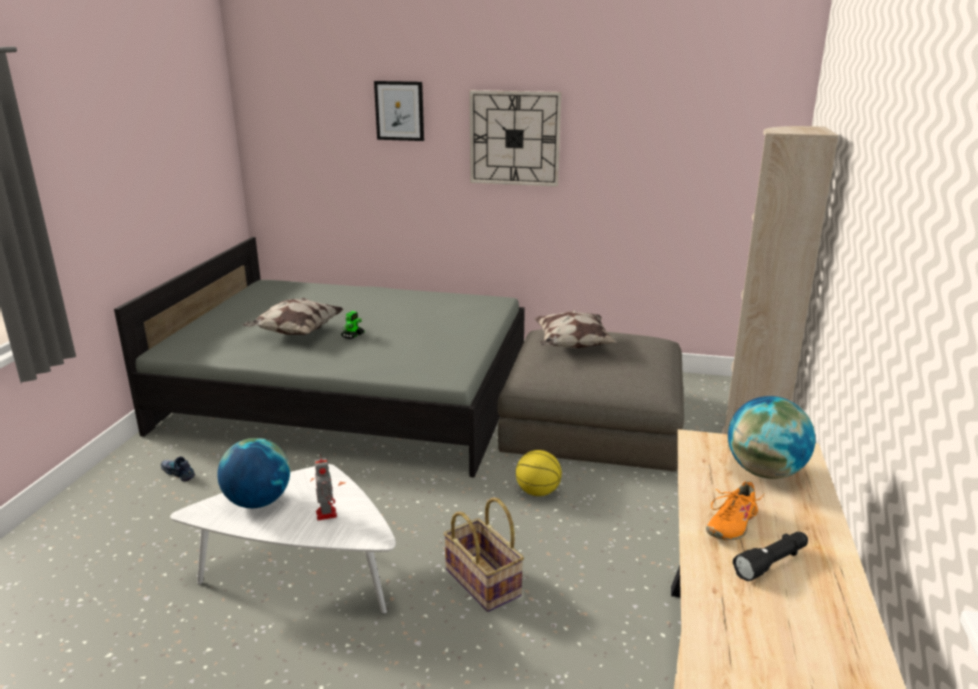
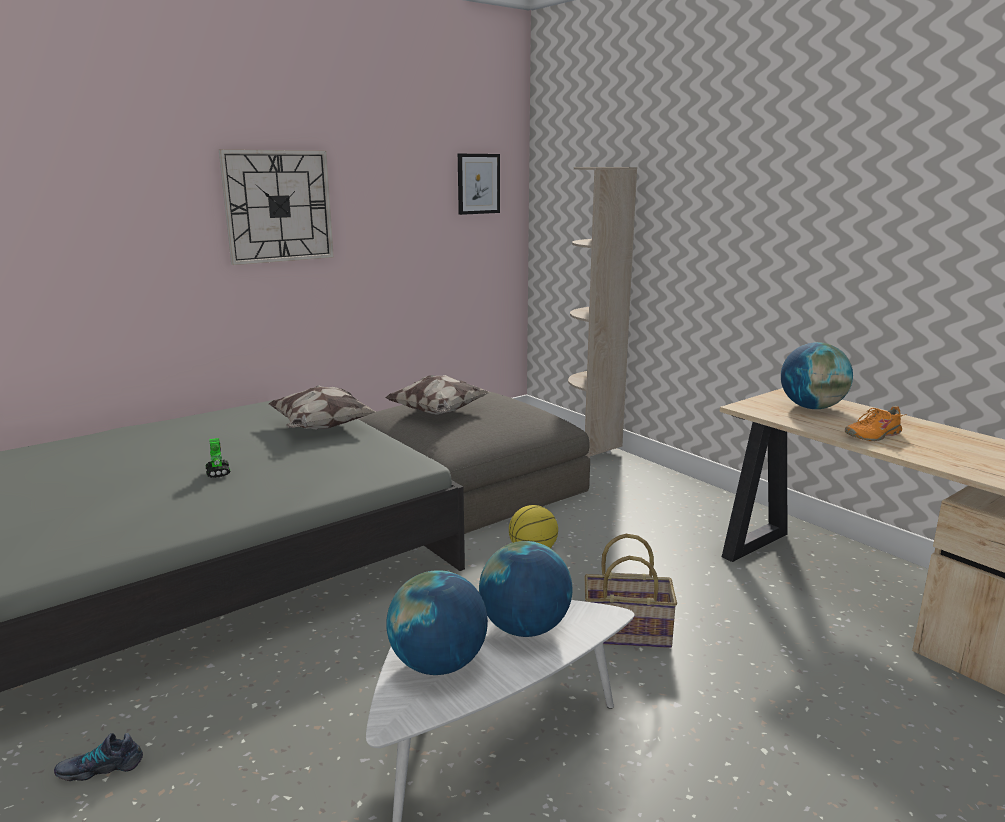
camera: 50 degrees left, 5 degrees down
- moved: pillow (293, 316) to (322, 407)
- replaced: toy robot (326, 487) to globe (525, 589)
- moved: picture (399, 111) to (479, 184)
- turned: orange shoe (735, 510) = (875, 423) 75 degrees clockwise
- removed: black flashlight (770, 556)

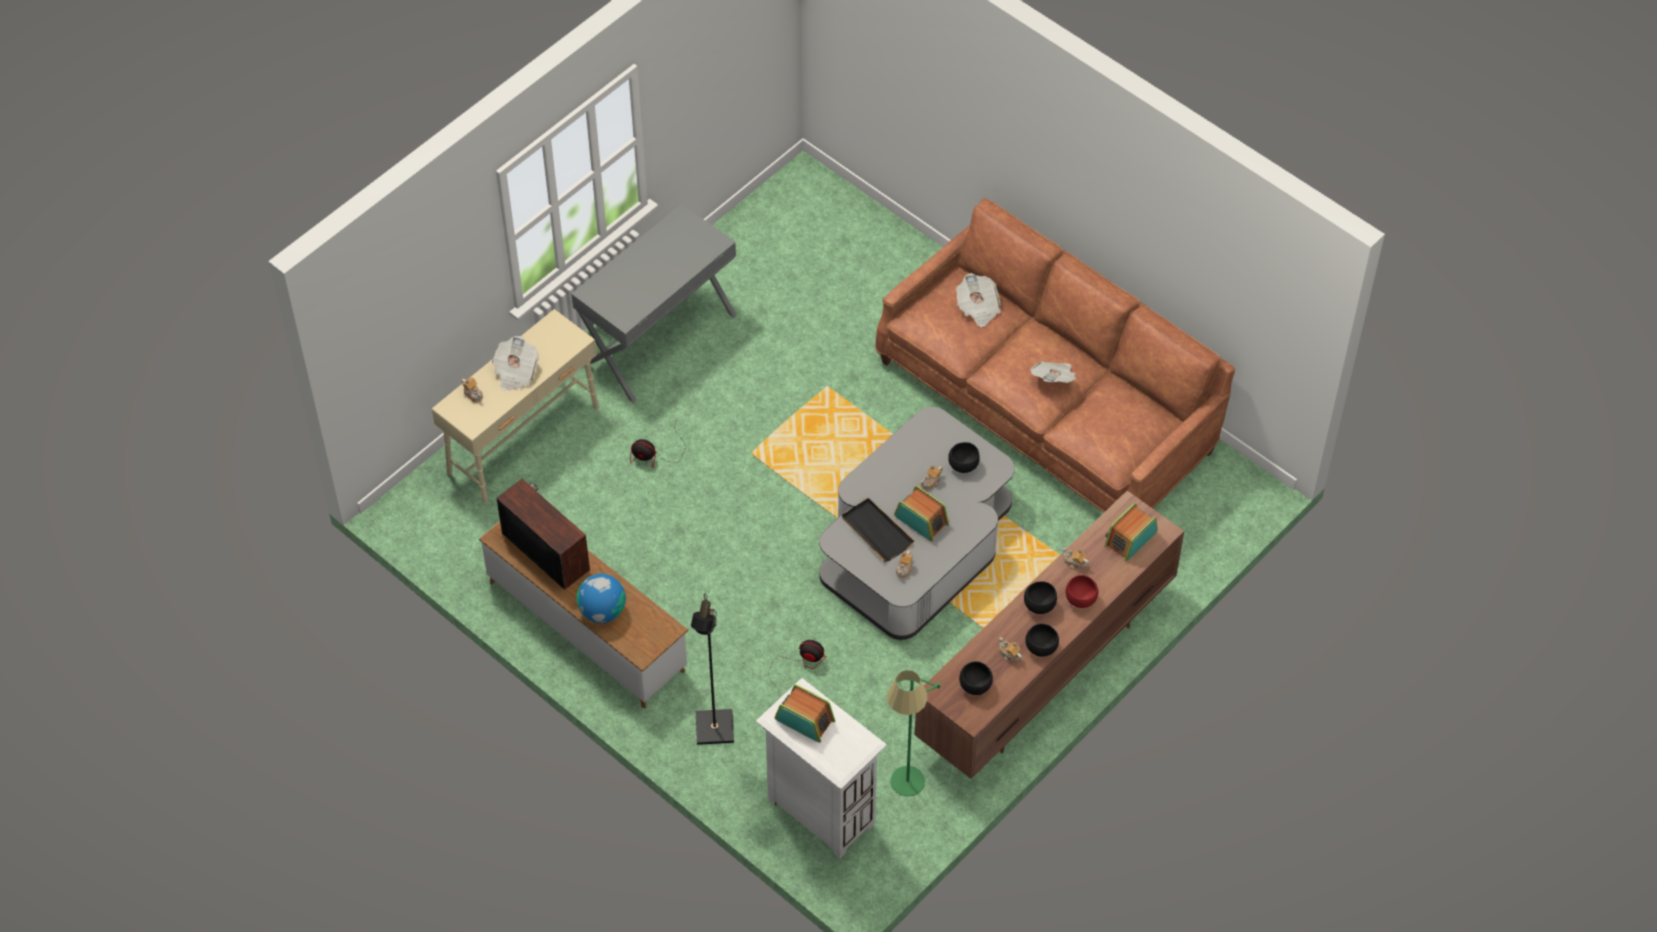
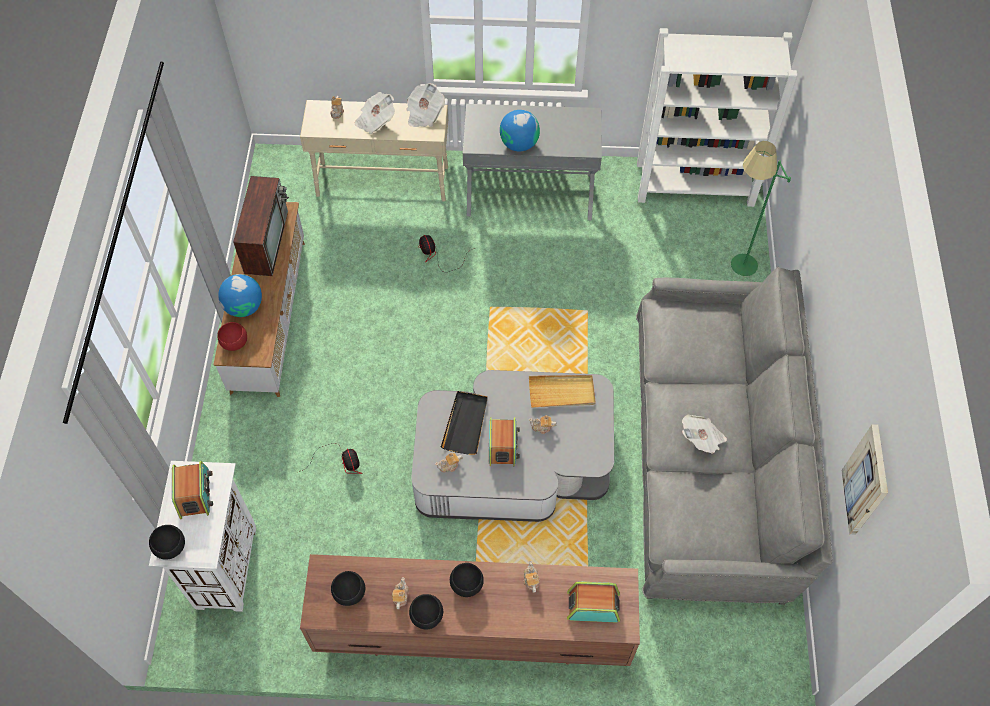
camera: 50 degrees right, 5 degrees up
- removed: black floor lamp (712, 669)
- recoloured: brown sofa (1055, 355) to grey sofa (734, 436)
- moved: green floor lamp (913, 733) to (761, 208)
- moved: black bowl (964, 457) to (167, 542)
- moved: newspaper (978, 300) to (425, 105)
- moved: red bowl (1082, 591) to (232, 336)
- added: globe (520, 130)
- added: beige tray (562, 391)
- added: white bookcase (717, 117)
- added: picture (864, 479)

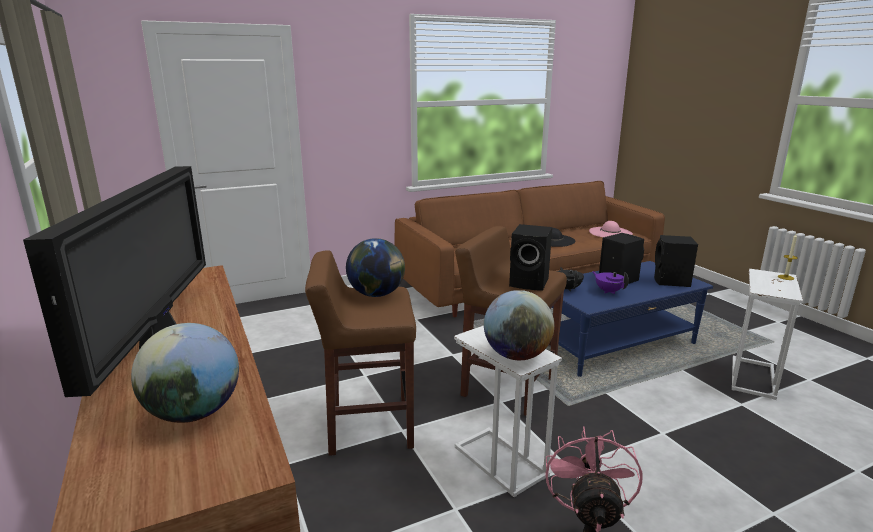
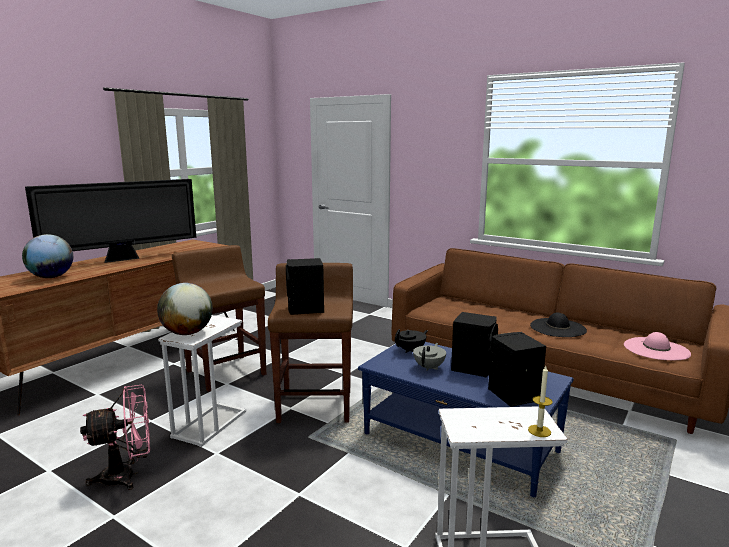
camera: 60 degrees right, 5 degrees down
- removed: globe (375, 267)
- recoloured: purple teapot (610, 282) to grey teapot (429, 357)

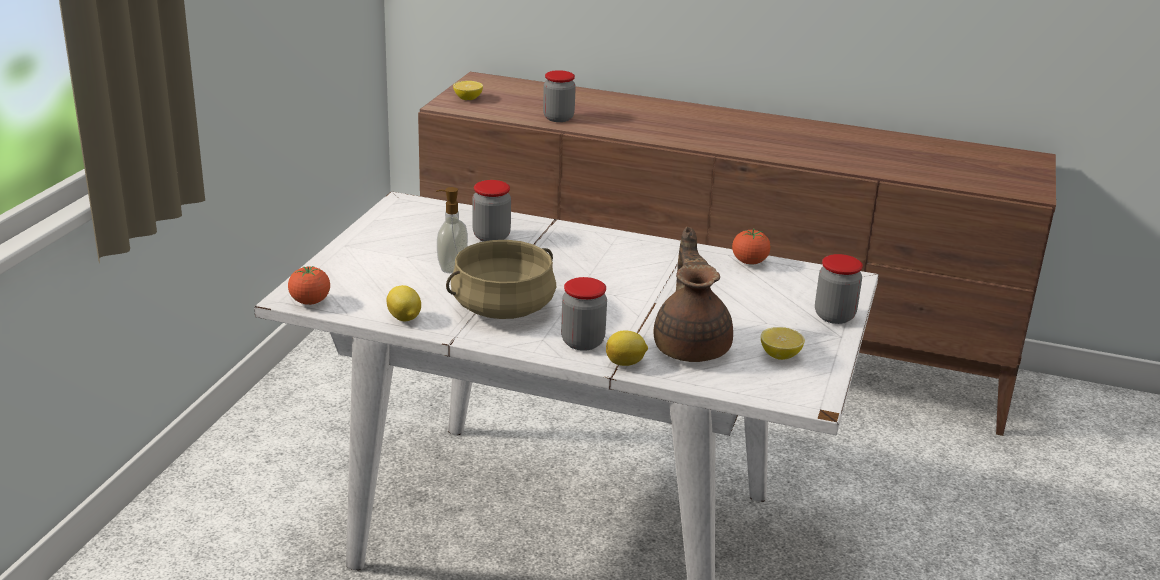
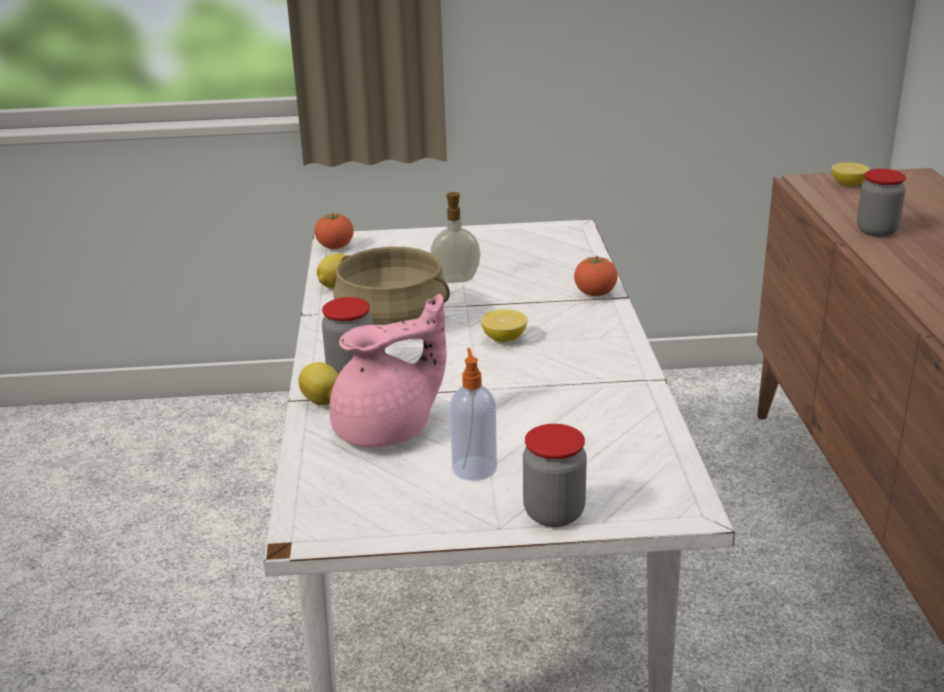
camera: 70 degrees right, 0 degrees up
- removed: jar (491, 211)
- recoloured: brown teapot (693, 294) to pink teapot (387, 370)
- moved: tomato (751, 247) to (596, 276)
- moved: lemon (783, 343) to (504, 326)
- added: soap dispenser (473, 414)

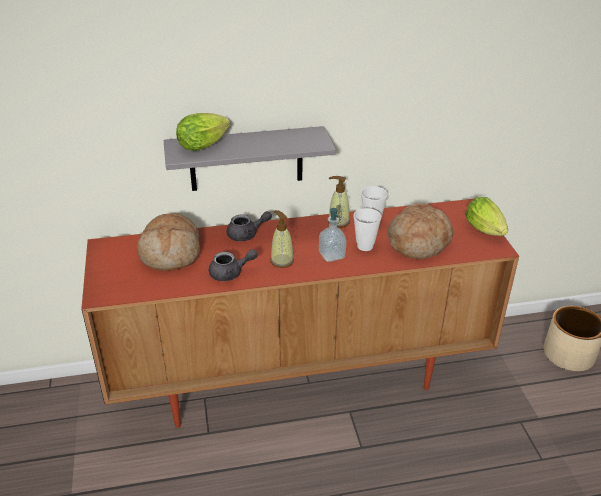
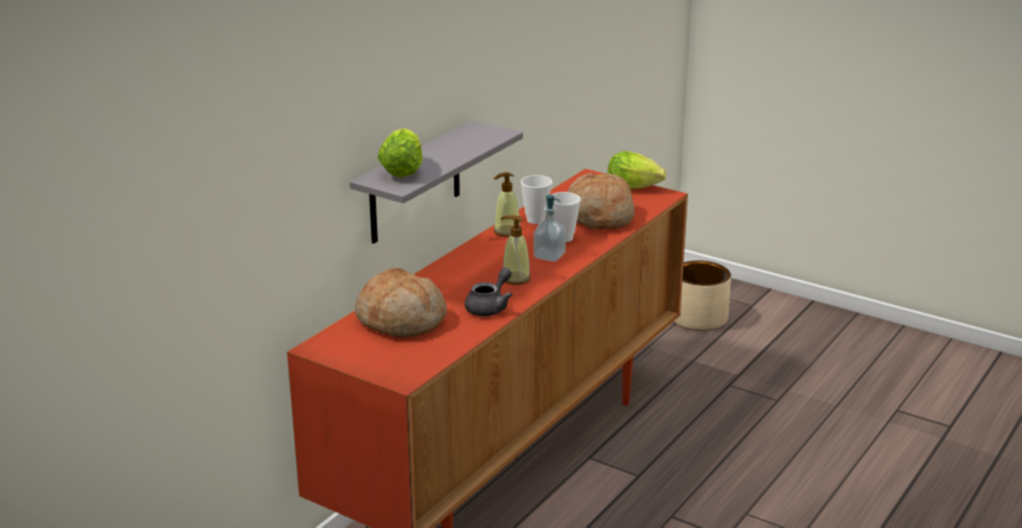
camera: 45 degrees left, 10 degrees down
- removed: grey teapot (249, 226)

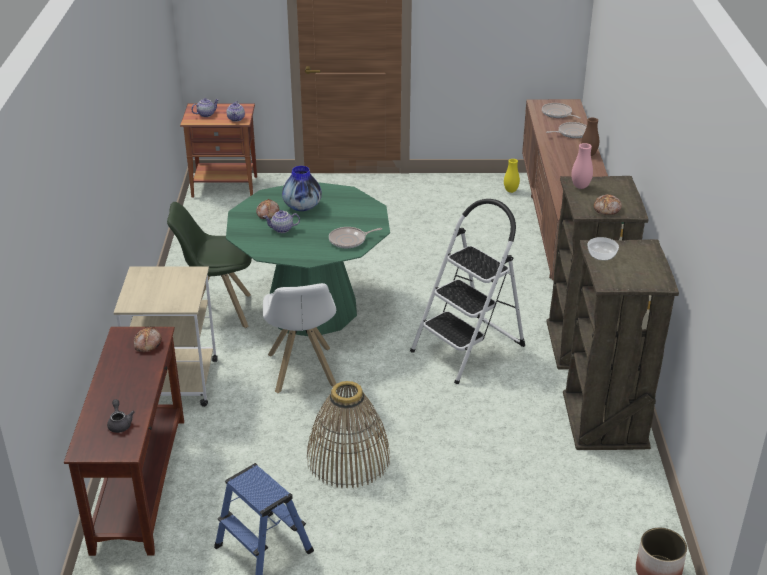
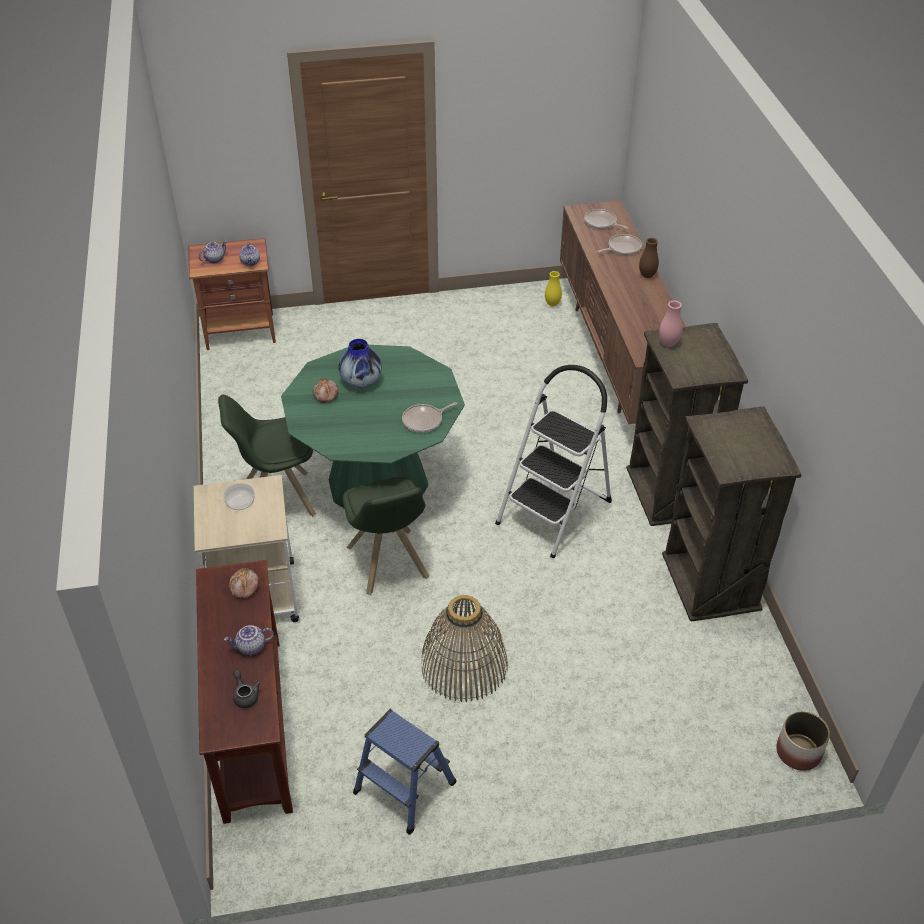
camera: 10 degrees left, 10 degrees up
- moved: teapot (281, 221) to (249, 640)
- recoloured: white chair (299, 338) to green chair (386, 536)
- moved: bowl (603, 248) to (239, 496)
- removed: bread (608, 204)

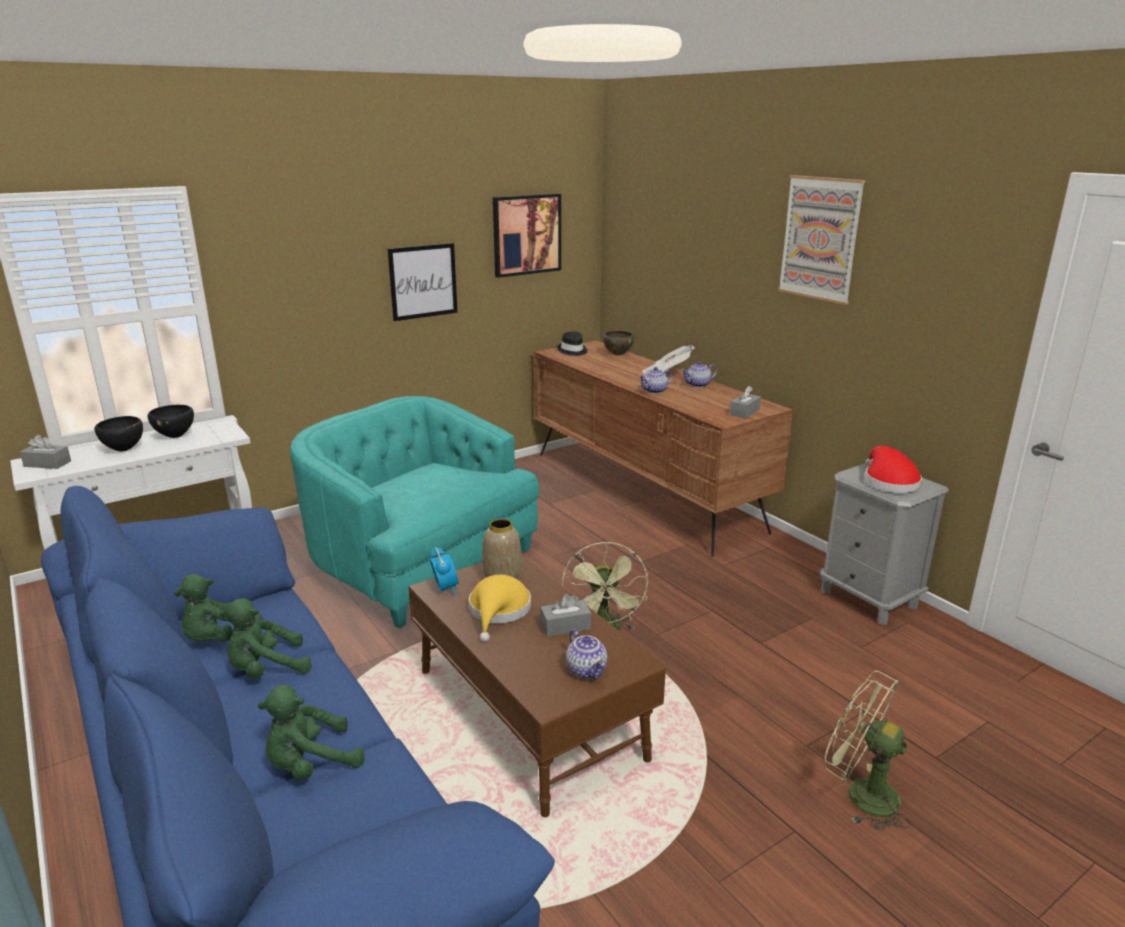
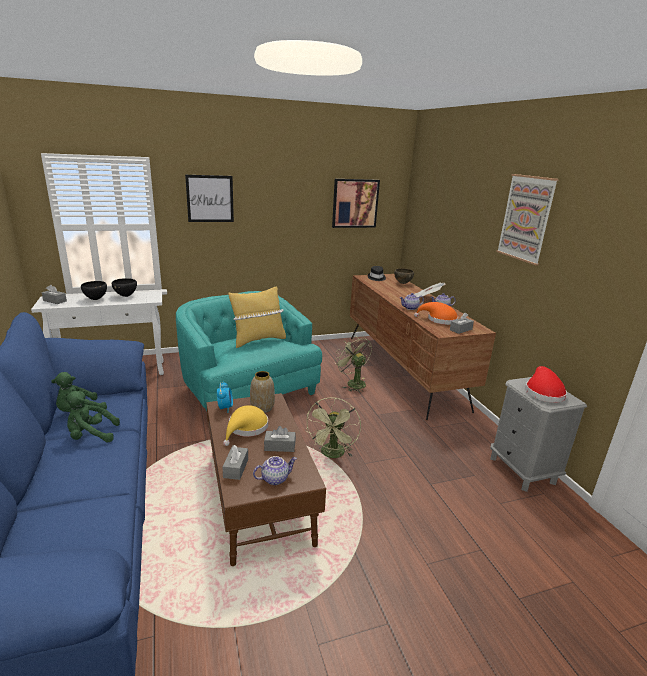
camera: 15 degrees right, 0 degrees up
- removed: green plush toy (311, 733)
- moved: picture (423, 282) to (209, 198)
- turned: teapot (587, 654) = (275, 470) 105 degrees counterclockwise
- moved: green fan (868, 751) to (353, 364)
- added: grey tissue box (235, 462)
- added: yellow pillow (257, 317)
- added: orange hat (436, 313)

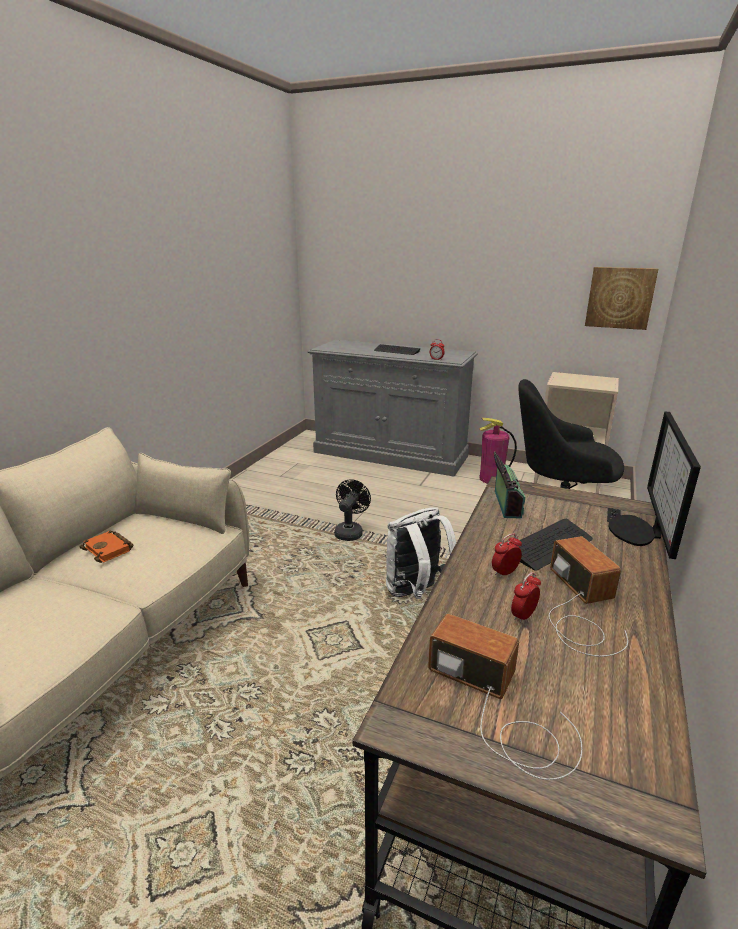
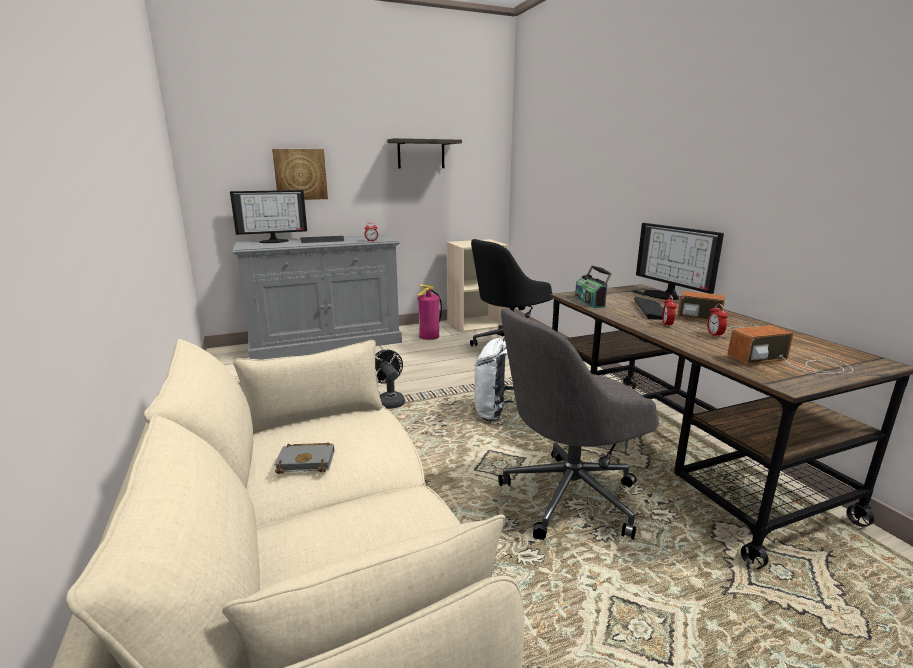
camera: 45 degrees left, 5 degrees down
- recoloured: orange book (106, 547) to grey book (304, 458)
- turned: radio (509, 485) = (593, 286) 150 degrees counterclockwise
- moved: picture (621, 298) to (300, 174)
- added: monitor (268, 216)
- added: shelf (424, 153)
- added: grey office chair (578, 424)

